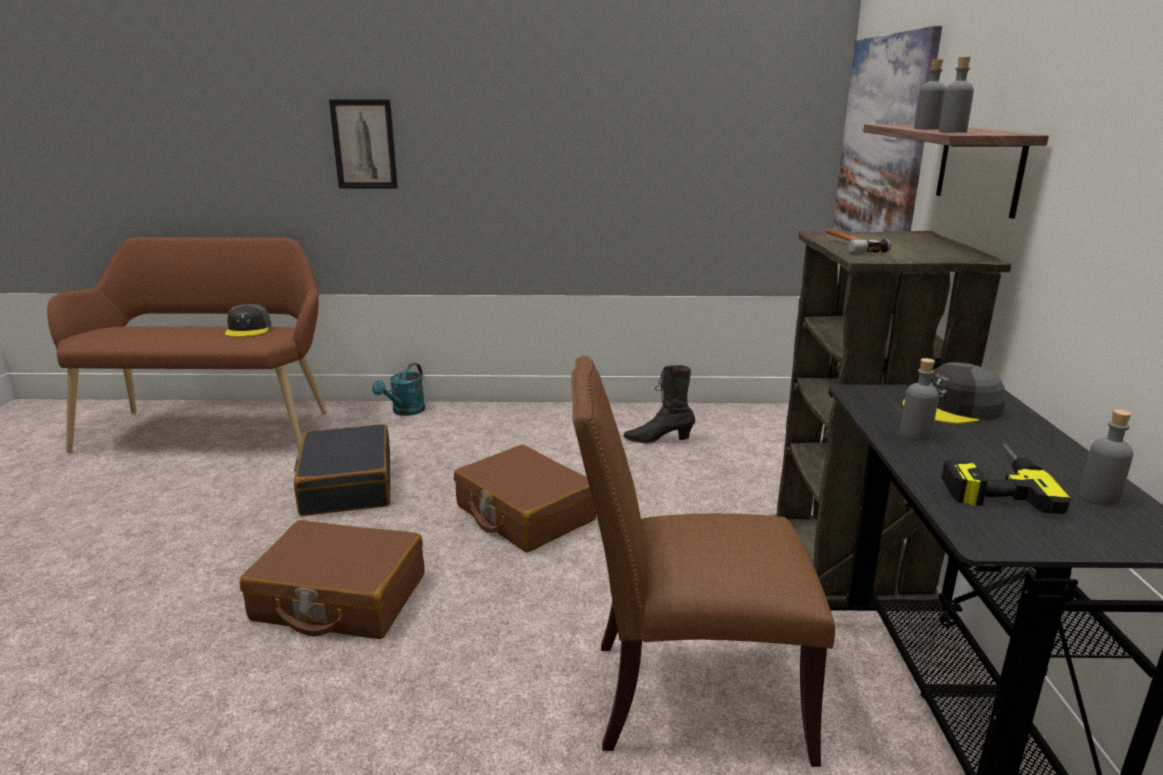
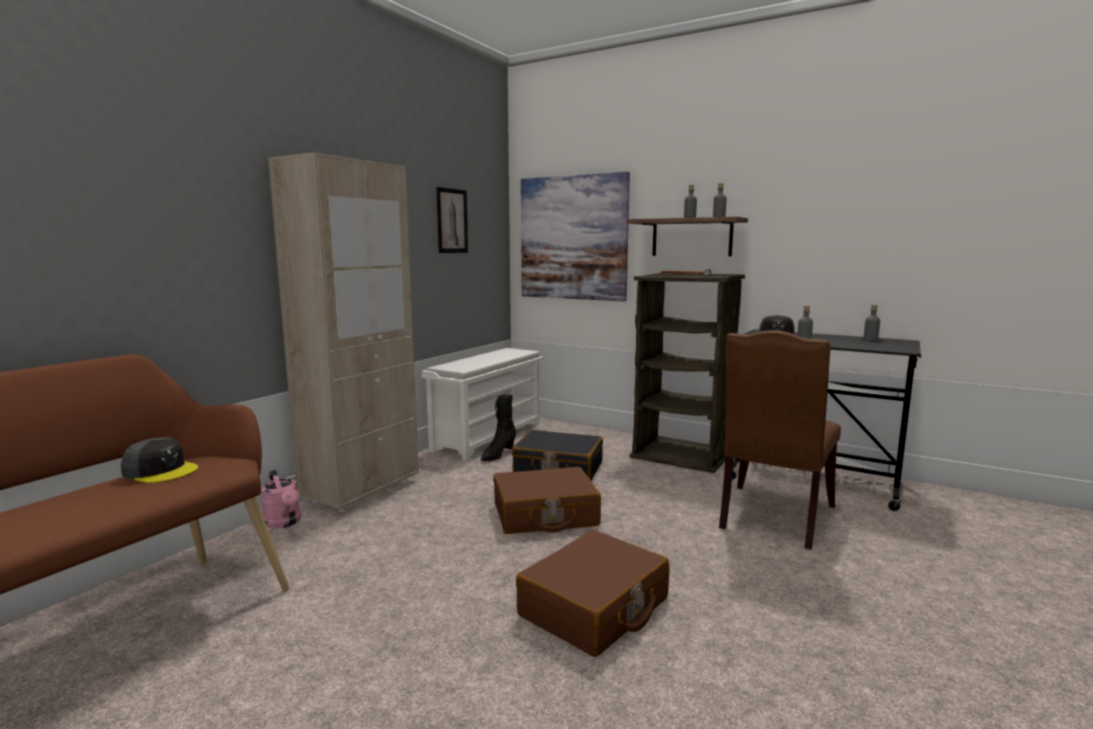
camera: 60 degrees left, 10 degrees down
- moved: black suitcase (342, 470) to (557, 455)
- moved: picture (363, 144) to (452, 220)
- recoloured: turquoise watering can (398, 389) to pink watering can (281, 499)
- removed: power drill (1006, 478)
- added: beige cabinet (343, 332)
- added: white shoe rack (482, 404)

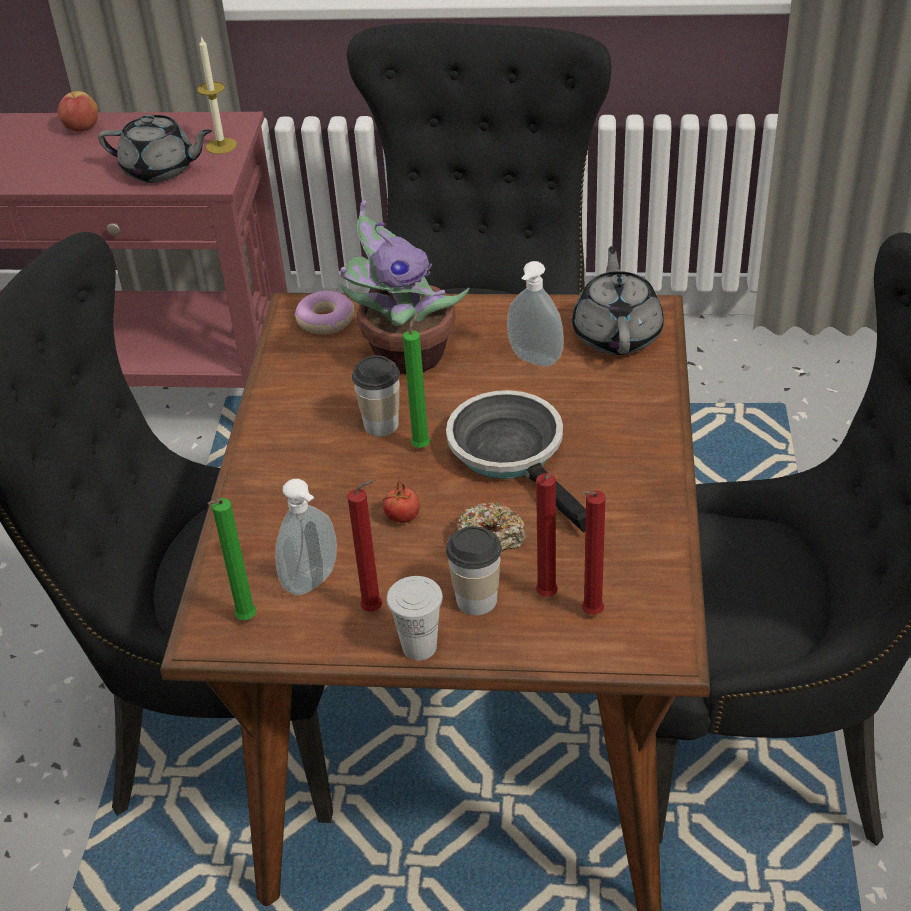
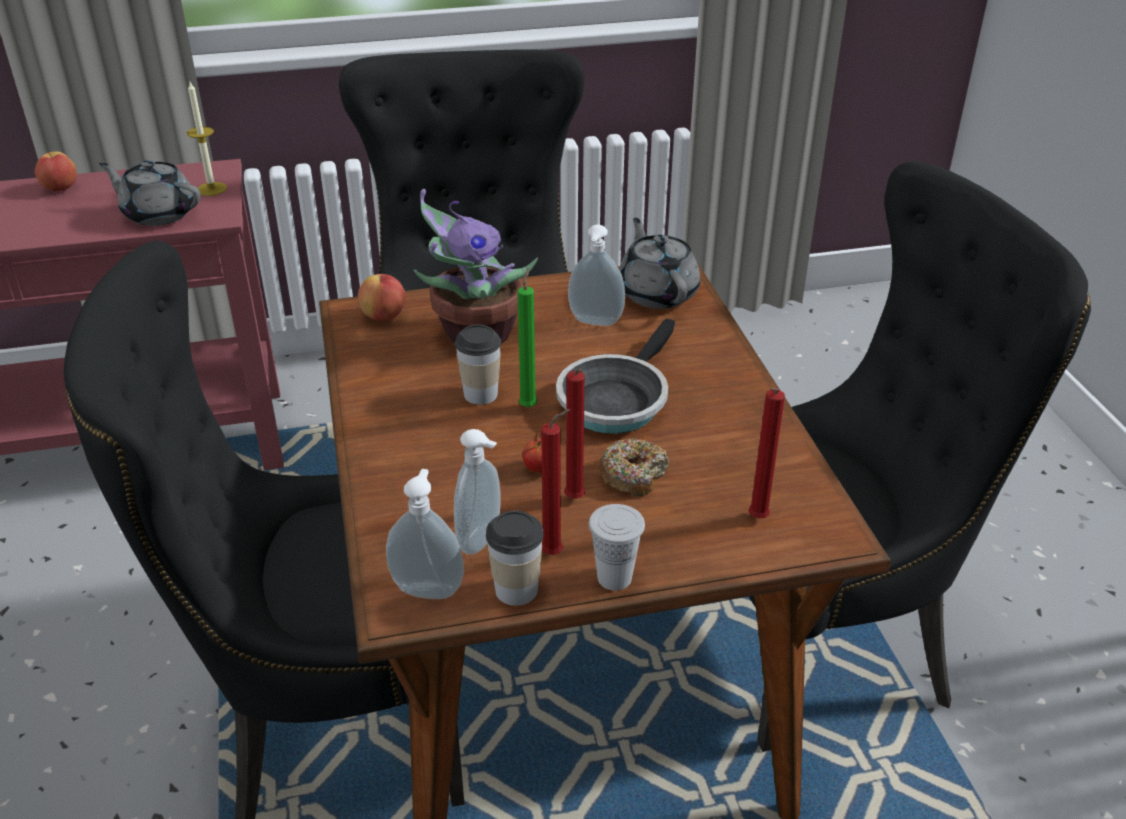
camera: 20 degrees left, 5 degrees down
- turned: grey teapot (155, 149) = (150, 193) 150 degrees counterclockwise
- replaced: green candle (232, 559) to soap dispenser (425, 534)
- replaced: donut (324, 313) to apple (382, 297)
- turned: frying pan (516, 461) = (615, 376) 105 degrees counterclockwise
- moved: cup (474, 570) to (515, 558)
- moved: red candle (547, 535) to (574, 434)

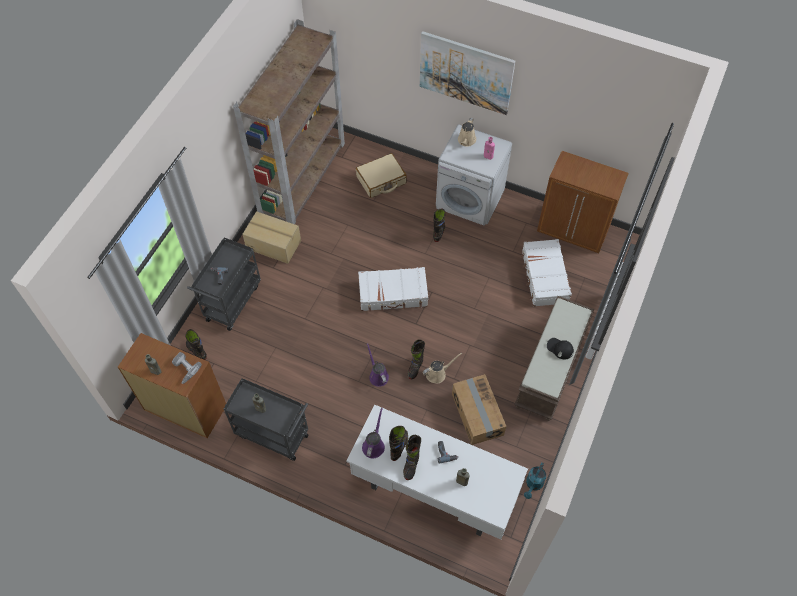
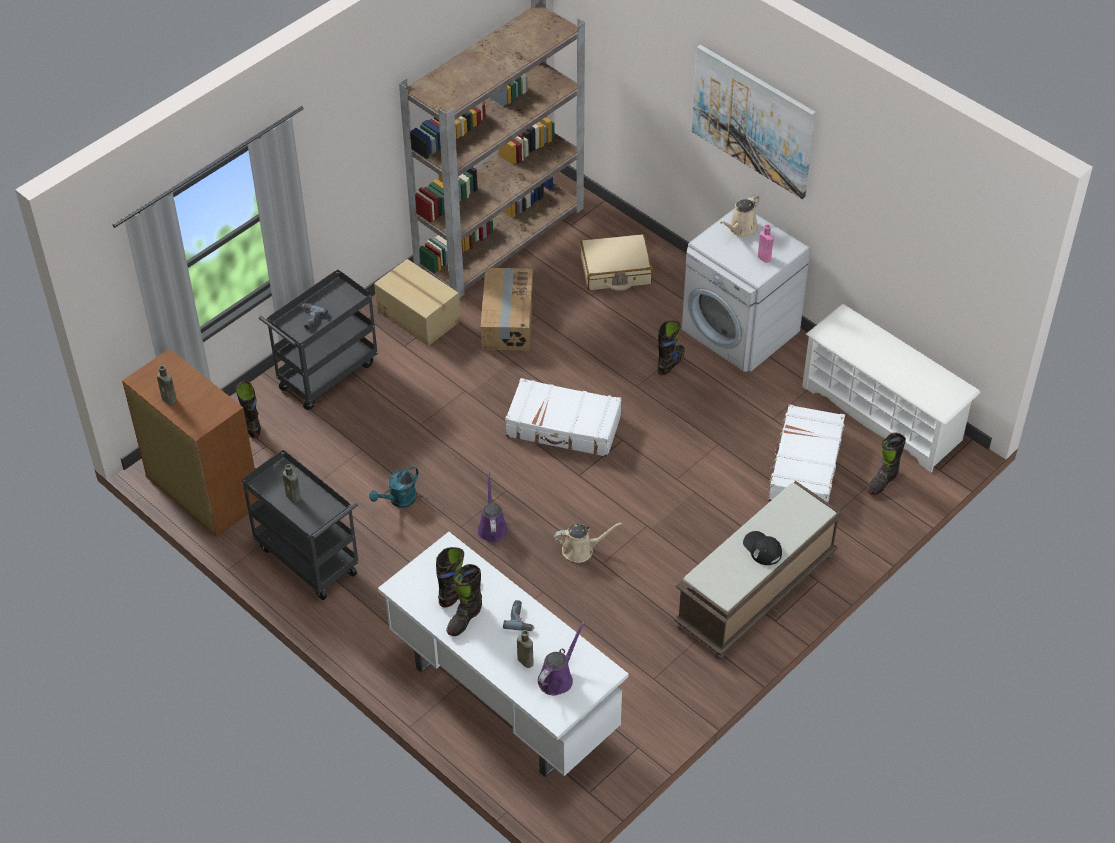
camera: 20 degrees right, 10 degrees down
- removed: power drill (187, 368)
- moved: purple watering can (373, 433) to (561, 659)
- moved: black boot (416, 359) to (886, 464)
- moved: cardboard box (479, 409) to (507, 309)
- moved: turquoise watering can (535, 480) to (393, 487)
- replaced: brown cabinet (583, 202) to white shoe rack (891, 388)

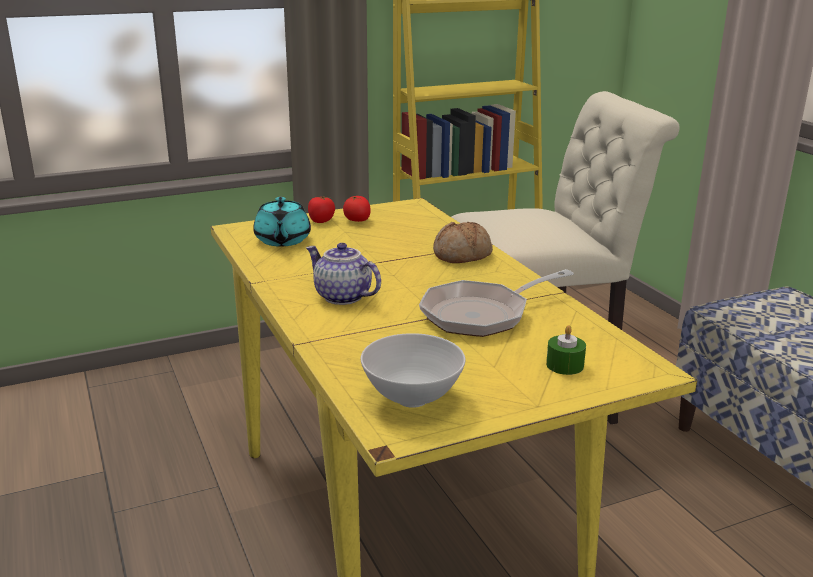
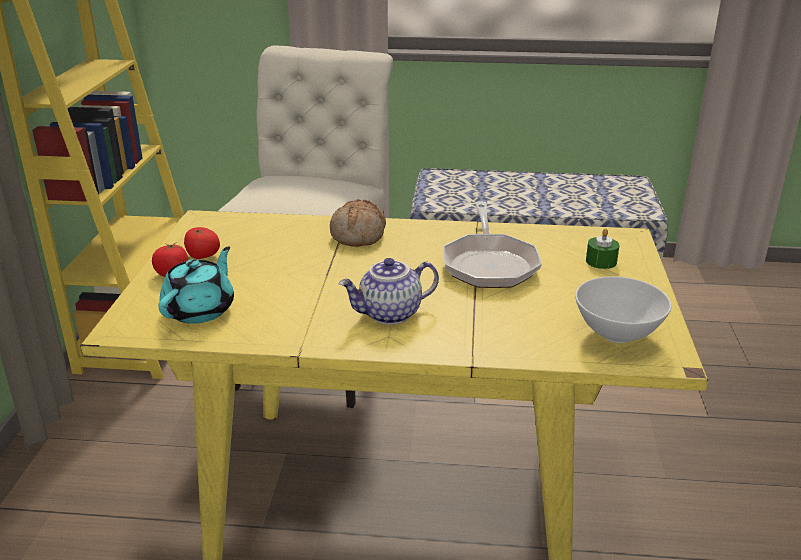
camera: 60 degrees left, 5 degrees up
- turned: turquoise teapot (282, 222) = (196, 285) 90 degrees counterclockwise

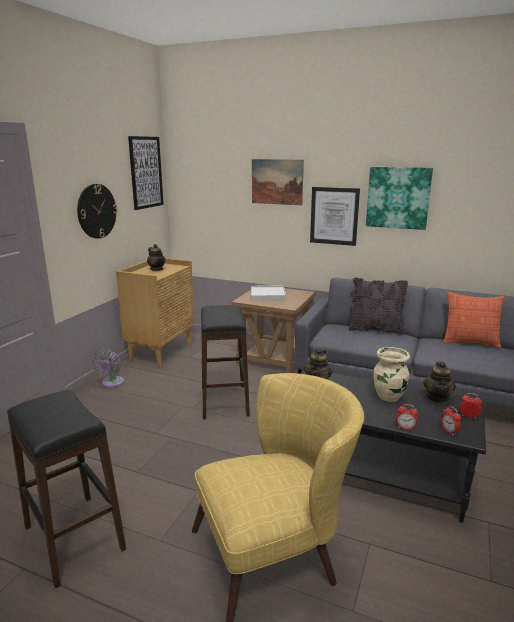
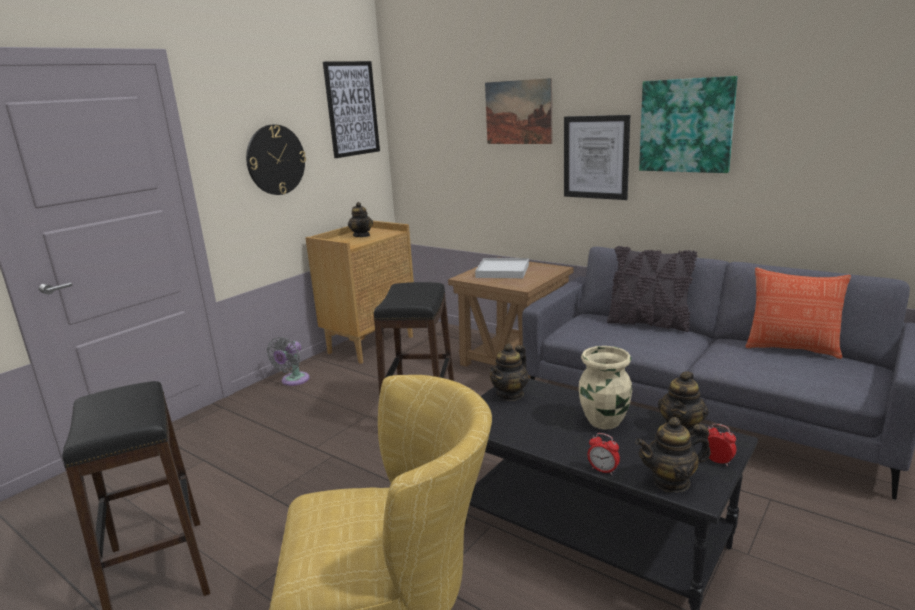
camera: 15 degrees right, 0 degrees up
- replaced: alarm clock (451, 420) to teapot (673, 454)

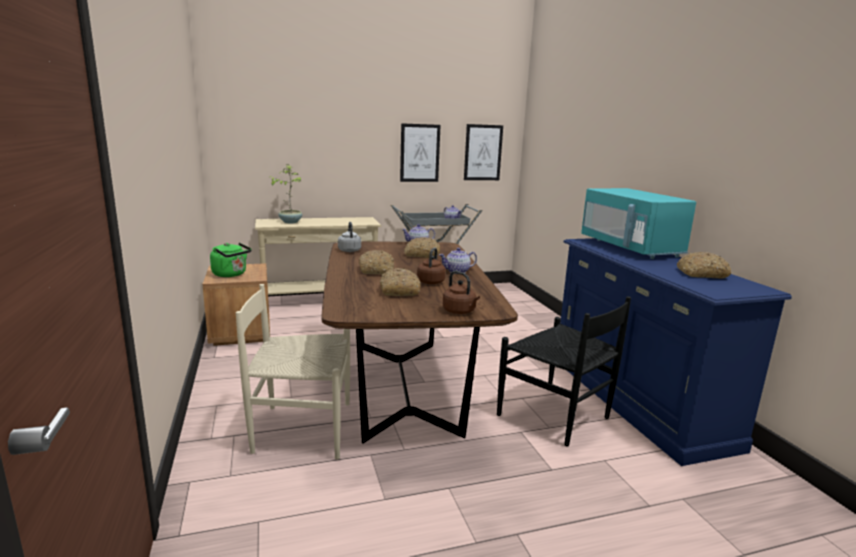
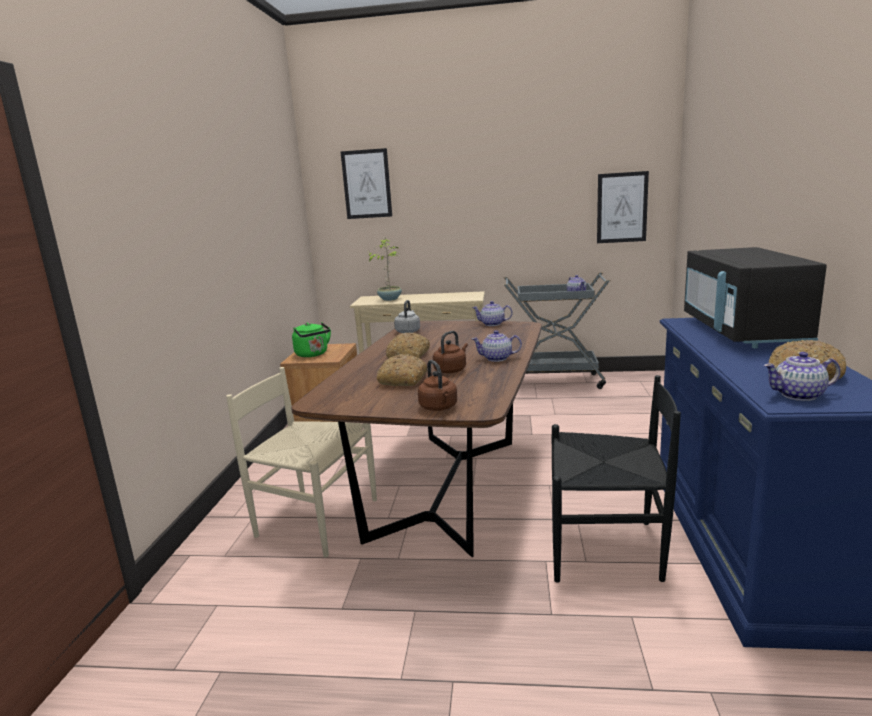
camera: 25 degrees right, 0 degrees up
- moved: picture (420, 152) to (366, 183)
- removed: bread (422, 247)
- turned: black chair (564, 371) = (616, 479) 60 degrees counterclockwise
- recoloured: turquoise microwave (638, 223) to black microwave (755, 297)
- added: teapot (801, 376)

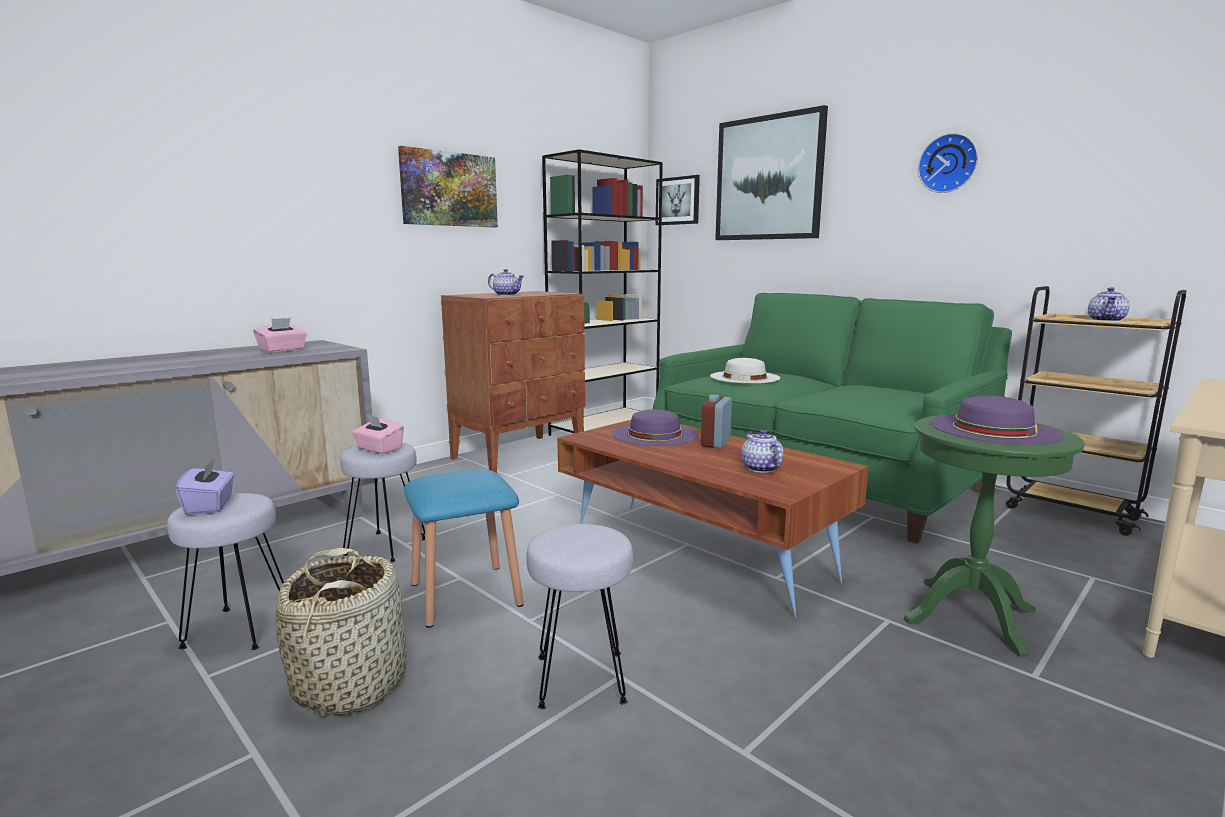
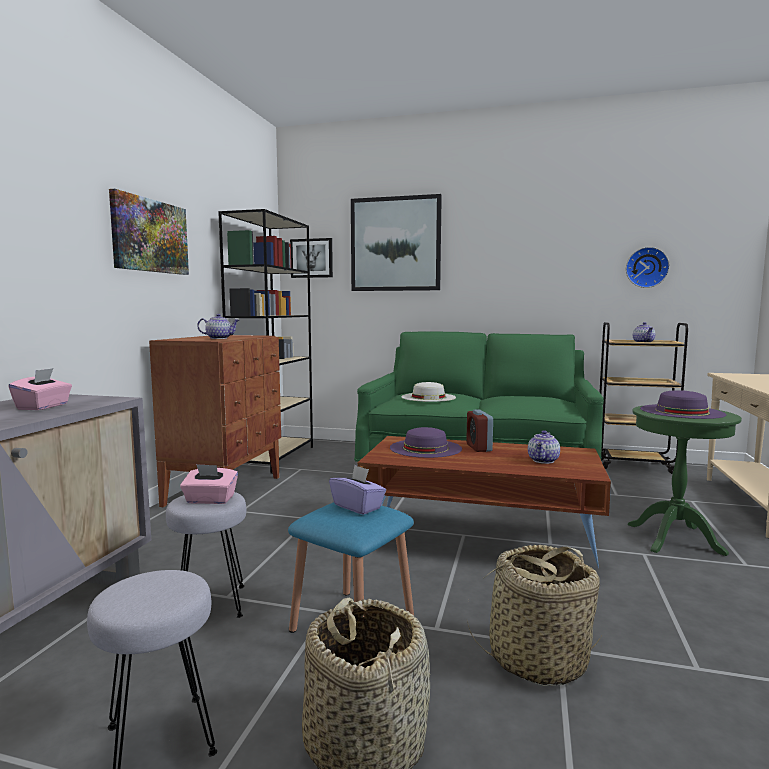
camera: 30 degrees left, 5 degrees down
- moved: purple tissue box (205, 486) to (357, 490)
- replaced: grey stool (579, 616) to basket (534, 615)
- turned: teapot (762, 451) = (544, 447) 105 degrees counterclockwise
- moved: wall clock (948, 163) to (648, 267)

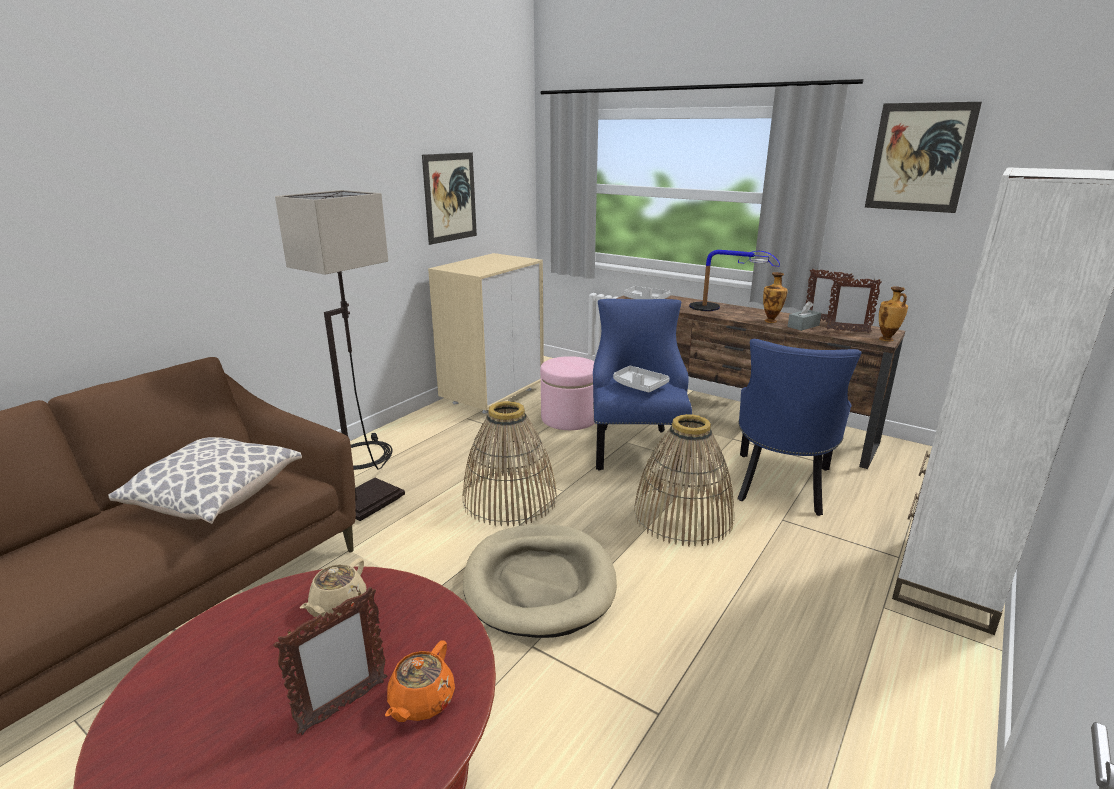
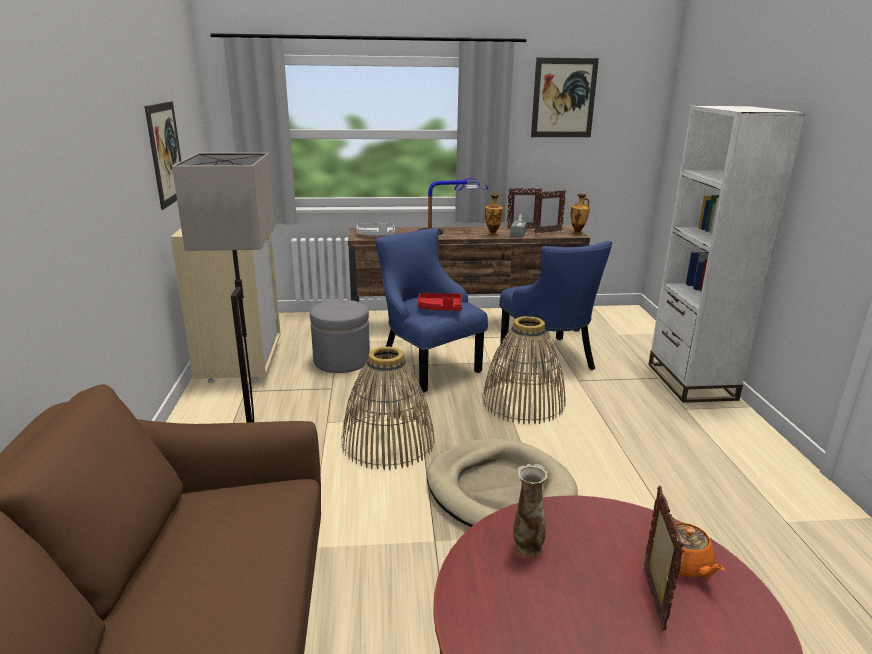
camera: 40 degrees left, 0 degrees up
- removed: pillow (205, 480)
- replaced: beige teapot (333, 587) to vase (530, 511)
- recoloured: pink ottoman (567, 393) to grey ottoman (340, 336)
- recoloured: grey tray (641, 379) to red tray (440, 302)

